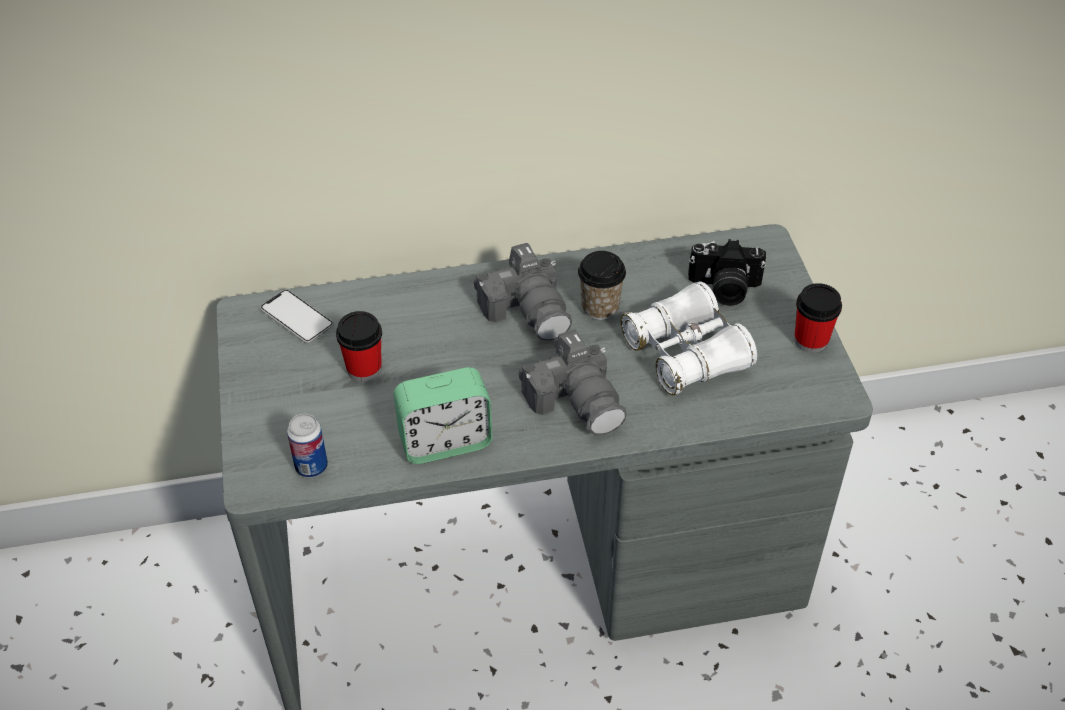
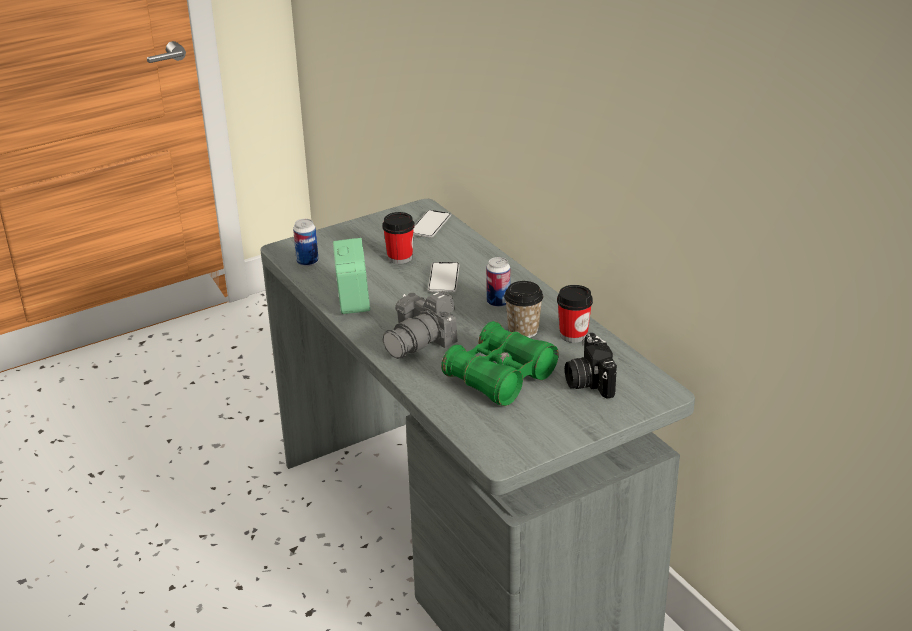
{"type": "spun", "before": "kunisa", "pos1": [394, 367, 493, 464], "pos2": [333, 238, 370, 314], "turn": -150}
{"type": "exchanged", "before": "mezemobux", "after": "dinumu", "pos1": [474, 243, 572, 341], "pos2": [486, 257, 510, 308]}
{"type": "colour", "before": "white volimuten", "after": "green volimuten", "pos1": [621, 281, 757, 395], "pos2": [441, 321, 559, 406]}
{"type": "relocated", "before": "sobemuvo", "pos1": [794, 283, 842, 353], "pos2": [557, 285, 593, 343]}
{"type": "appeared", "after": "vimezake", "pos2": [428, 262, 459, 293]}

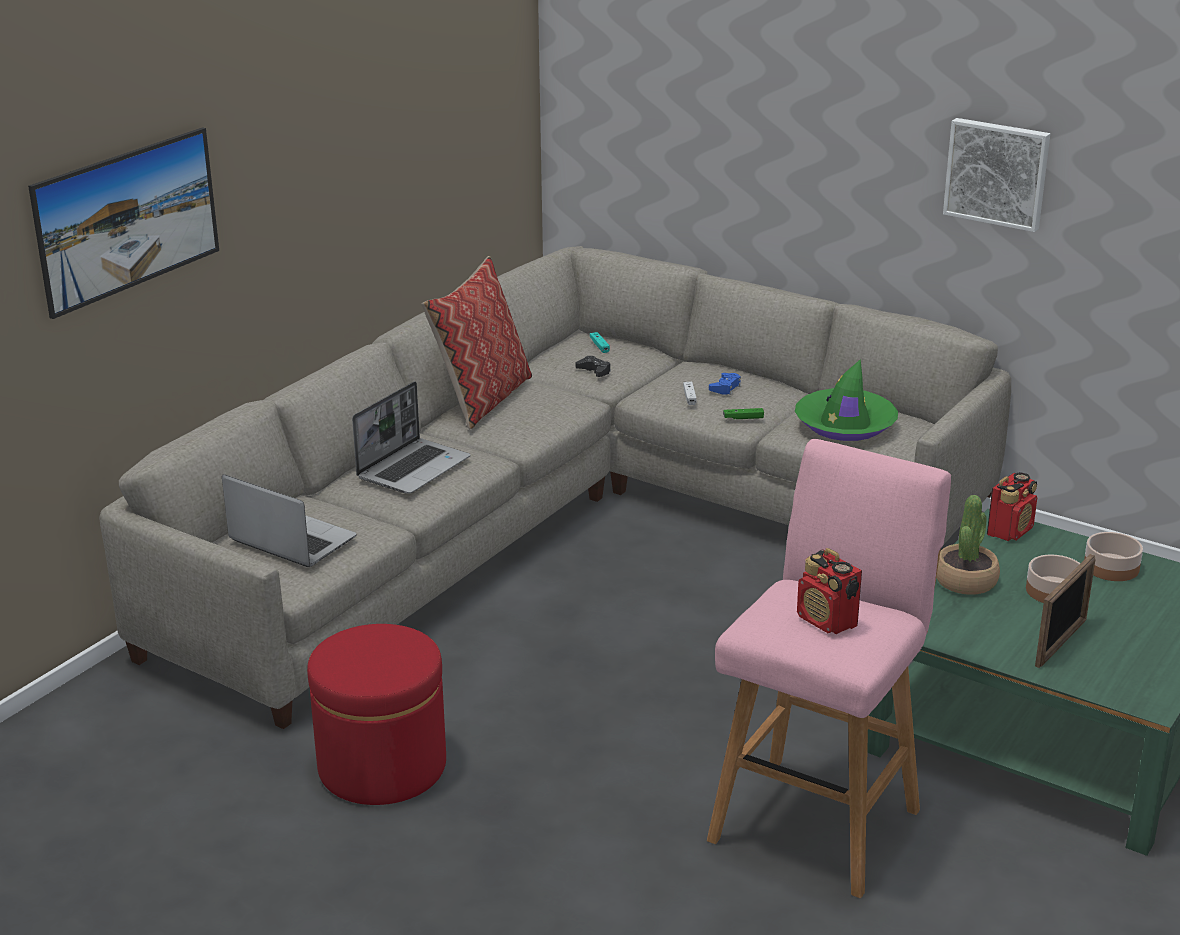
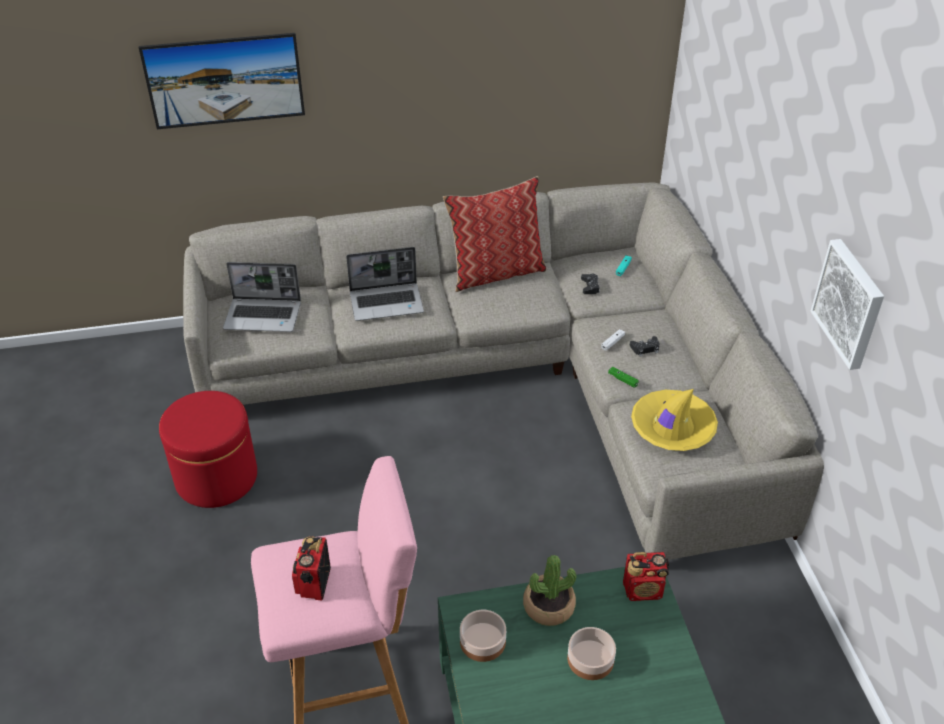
{"type": "spun", "before": "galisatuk", "pos1": [222, 474, 357, 567], "pos2": [223, 262, 301, 332], "turn": 105}
{"type": "colour", "before": "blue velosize", "after": "black velosize", "pos1": [709, 373, 741, 395], "pos2": [630, 336, 660, 356]}
{"type": "colour", "before": "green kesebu", "after": "yellow kesebu", "pos1": [795, 359, 898, 441], "pos2": [631, 389, 718, 451]}
{"type": "missing", "before": "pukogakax", "pos1": [1035, 554, 1095, 668]}
{"type": "relocated", "before": "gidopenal", "pos1": [1084, 532, 1143, 581], "pos2": [460, 610, 506, 662]}

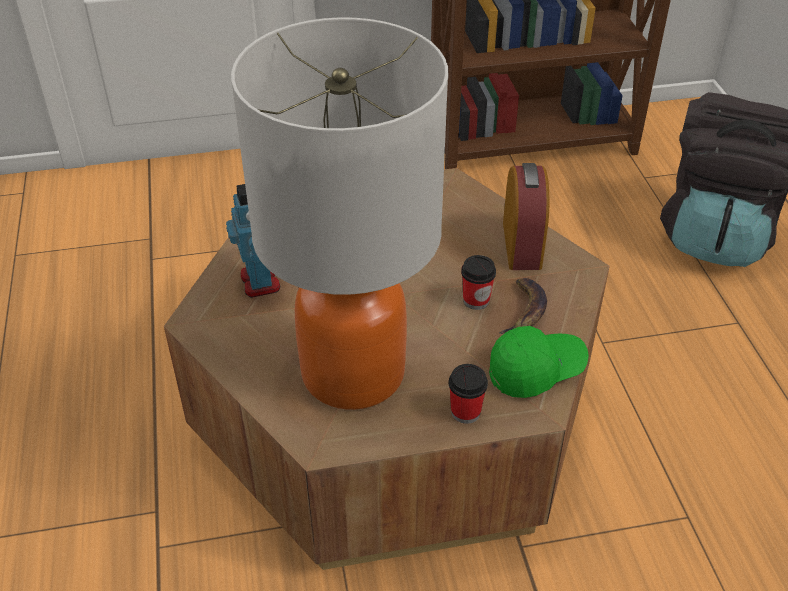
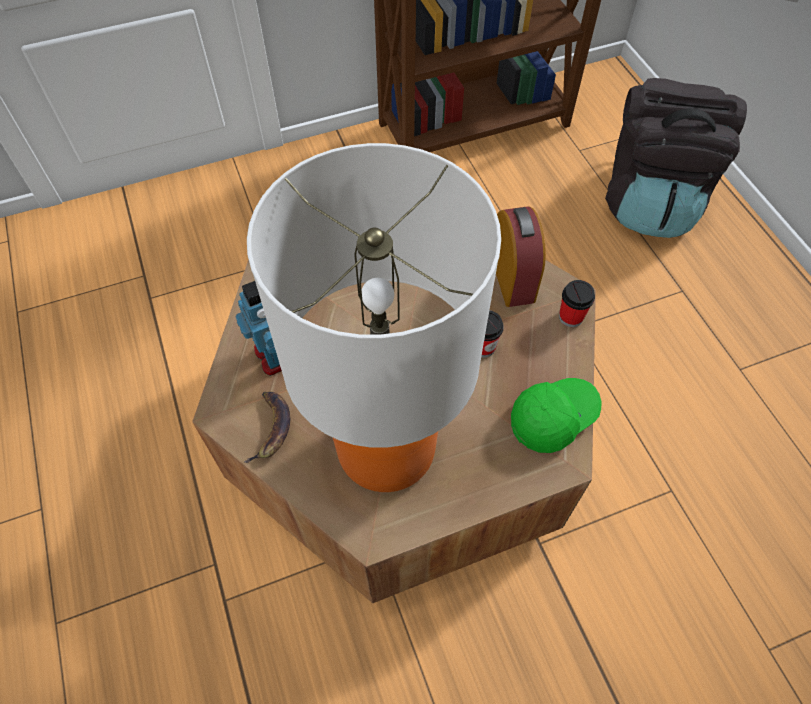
{"type": "relocated", "before": "sobemuvo", "pos1": [449, 364, 488, 424], "pos2": [559, 280, 595, 327]}
{"type": "relocated", "before": "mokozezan", "pos1": [499, 278, 547, 334], "pos2": [244, 392, 290, 463]}

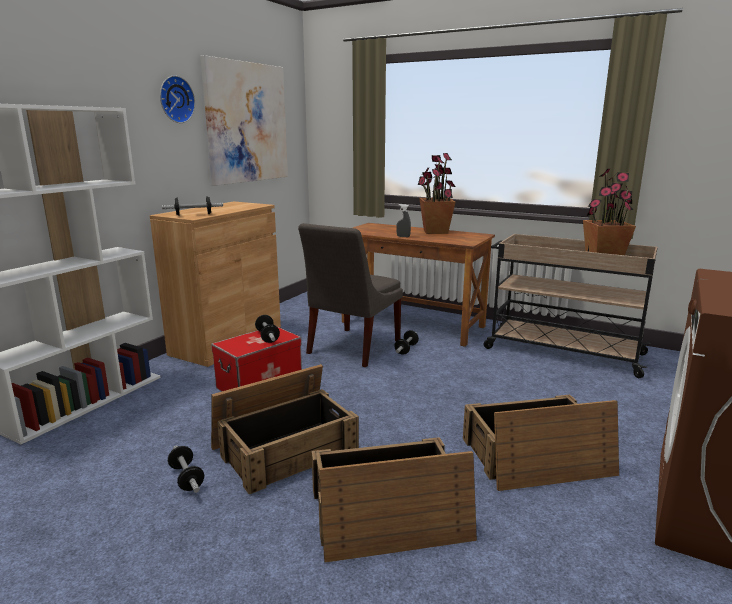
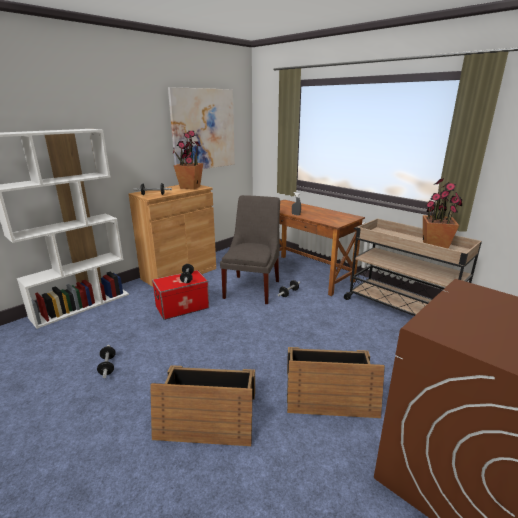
{"type": "missing", "before": "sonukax", "pos1": [160, 75, 195, 123]}
{"type": "missing", "before": "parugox", "pos1": [211, 364, 359, 494]}
{"type": "spun", "before": "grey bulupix", "pos1": [298, 223, 403, 367], "pos2": [220, 195, 280, 304], "turn": 150}
{"type": "relocated", "before": "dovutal", "pos1": [418, 153, 456, 234], "pos2": [172, 131, 203, 189]}

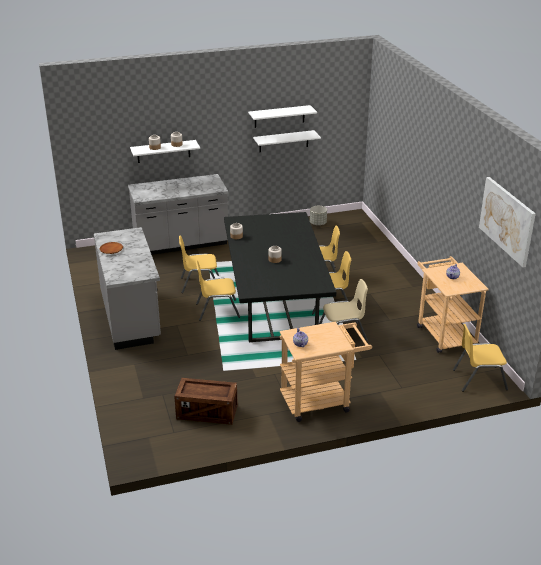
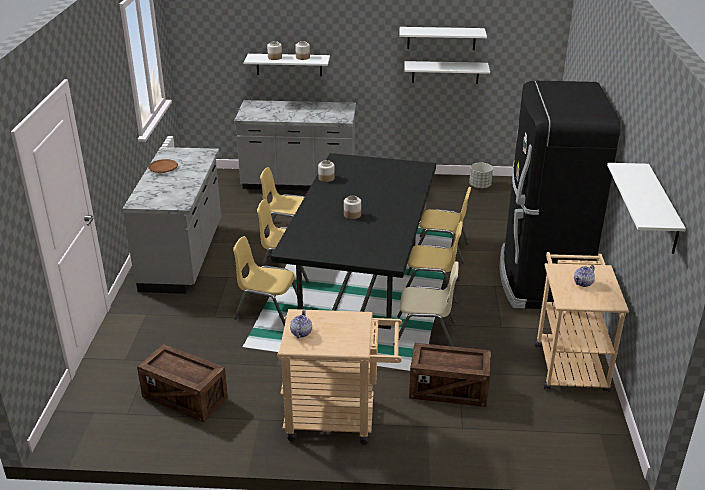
{"type": "relocated", "before": "yellow bulupix", "pos1": [453, 324, 508, 392], "pos2": [233, 236, 297, 326]}
{"type": "exchanged", "before": "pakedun", "after": "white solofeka", "pos1": [479, 177, 536, 267], "pos2": [607, 163, 686, 254]}
{"type": "appeared", "after": "parugox", "pos2": [409, 343, 491, 407]}
{"type": "appeared", "after": "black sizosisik", "pos2": [500, 81, 620, 309]}

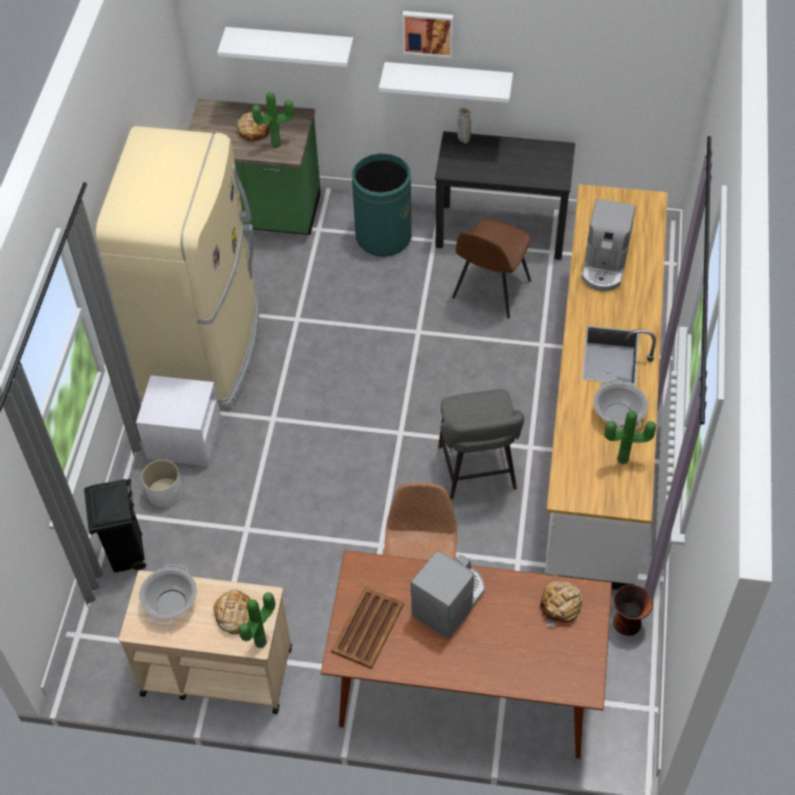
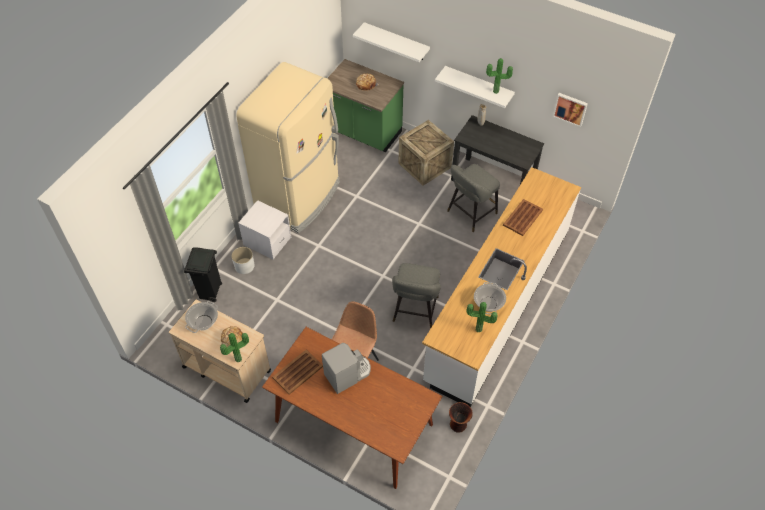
{"type": "relocated", "before": "dovutal", "pos1": [252, 92, 294, 148], "pos2": [486, 58, 513, 94]}
{"type": "exchanged", "before": "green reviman", "after": "parugox", "pos1": [352, 153, 412, 257], "pos2": [398, 120, 454, 186]}
{"type": "relocated", "before": "pakedun", "pos1": [402, 11, 453, 58], "pos2": [553, 93, 588, 127]}
{"type": "exchanged", "before": "brown bulupix", "after": "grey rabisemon", "pos1": [452, 219, 531, 319], "pos2": [447, 164, 500, 232]}
{"type": "missing", "before": "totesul", "pos1": [540, 581, 582, 627]}
{"type": "exchanged", "before": "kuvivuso", "after": "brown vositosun", "pos1": [581, 199, 636, 291], "pos2": [503, 199, 543, 236]}

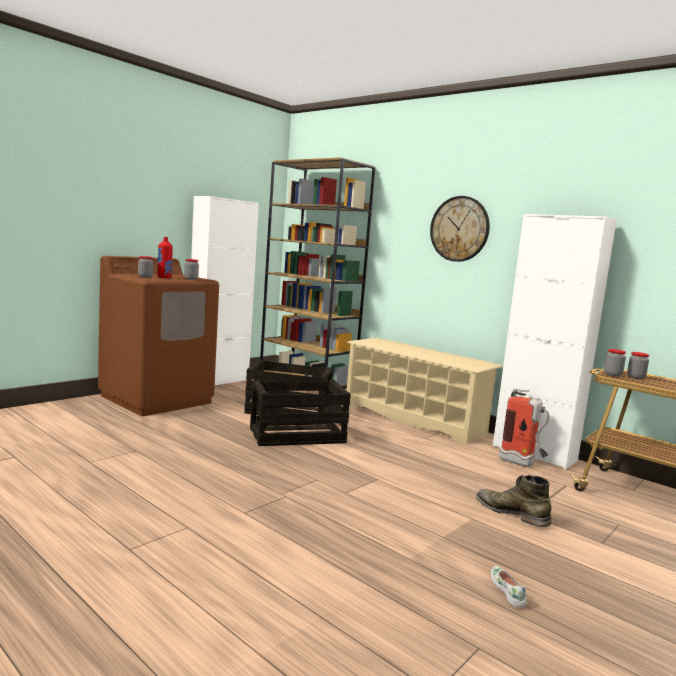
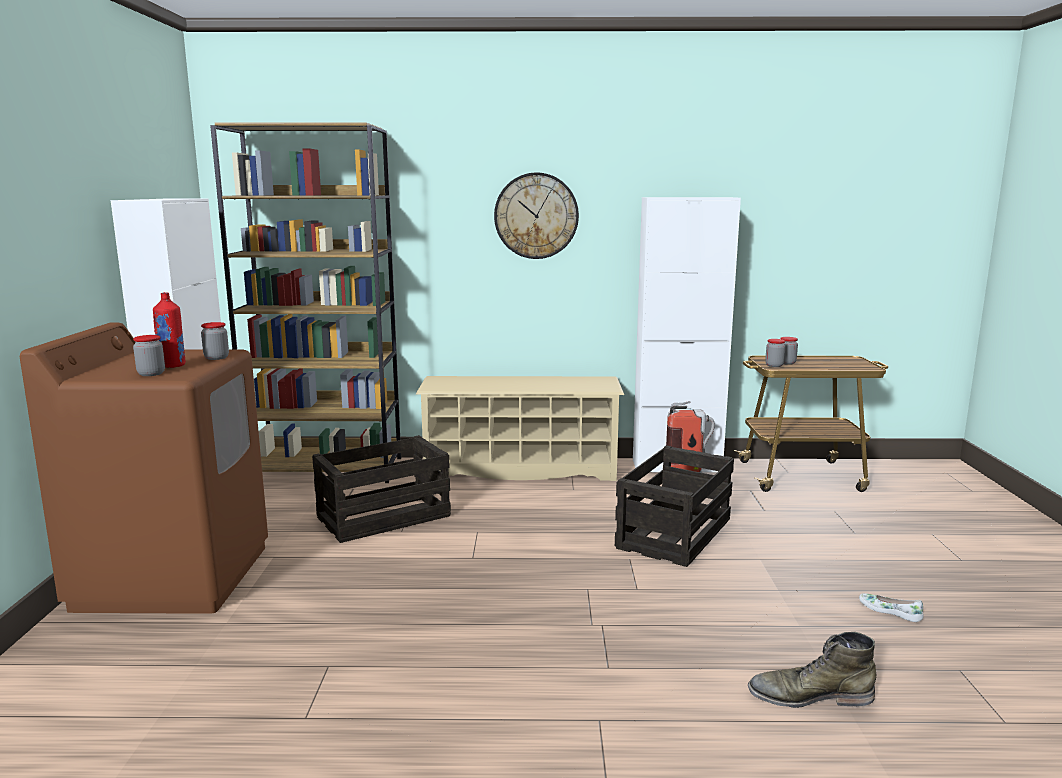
{"type": "relocated", "before": "parugox", "pos1": [250, 380, 351, 446], "pos2": [615, 445, 734, 567]}
{"type": "relocated", "before": "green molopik", "pos1": [476, 475, 552, 527], "pos2": [748, 632, 876, 708]}

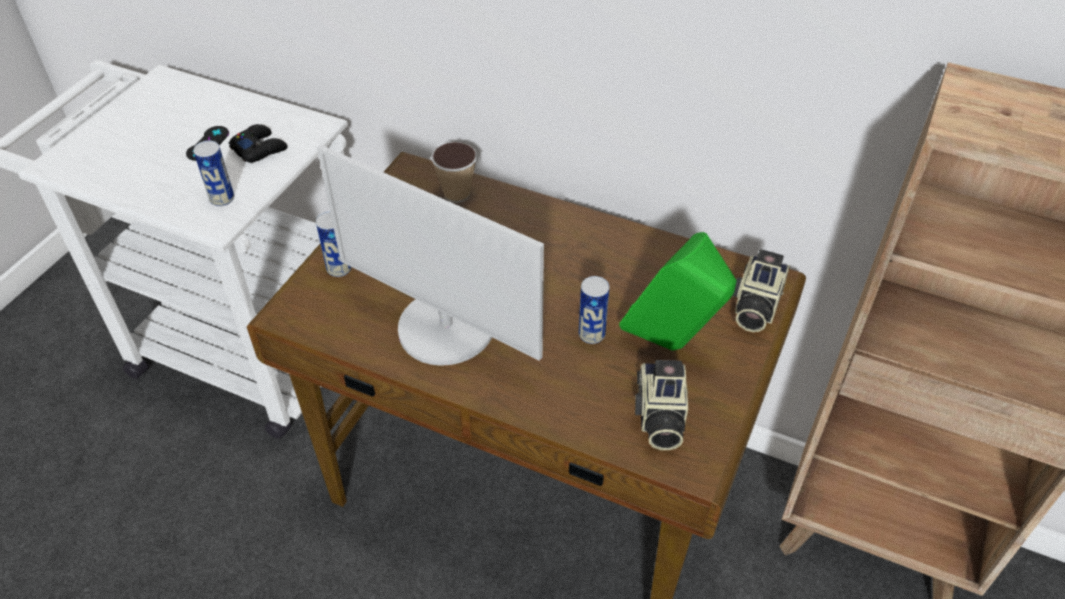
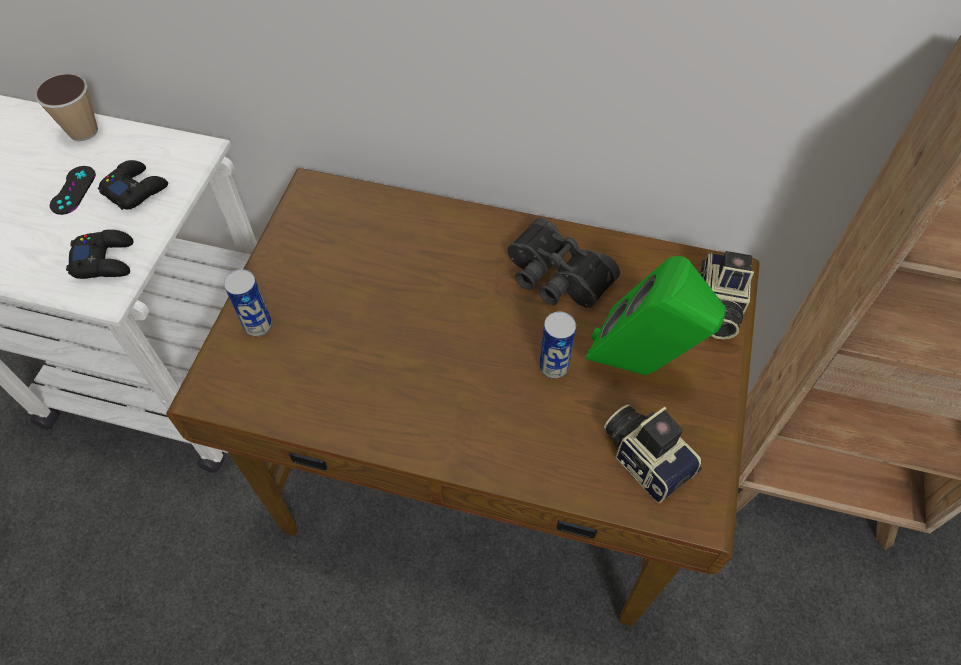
{"type": "exchanged", "before": "dinumu", "after": "black velosize", "pos1": [193, 141, 234, 206], "pos2": [66, 230, 134, 279]}
{"type": "missing", "before": "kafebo", "pos1": [317, 145, 544, 366]}
{"type": "relocated", "before": "sobemuvo", "pos1": [431, 142, 477, 203], "pos2": [35, 74, 98, 141]}
{"type": "spun", "before": "mezemobux", "pos1": [635, 360, 688, 450], "pos2": [604, 404, 702, 504], "turn": 150}
{"type": "appeared", "after": "black volimuten", "pos2": [507, 218, 620, 308]}

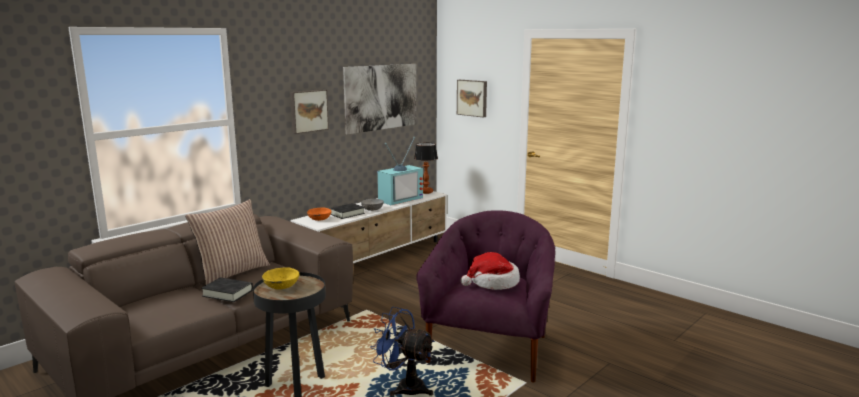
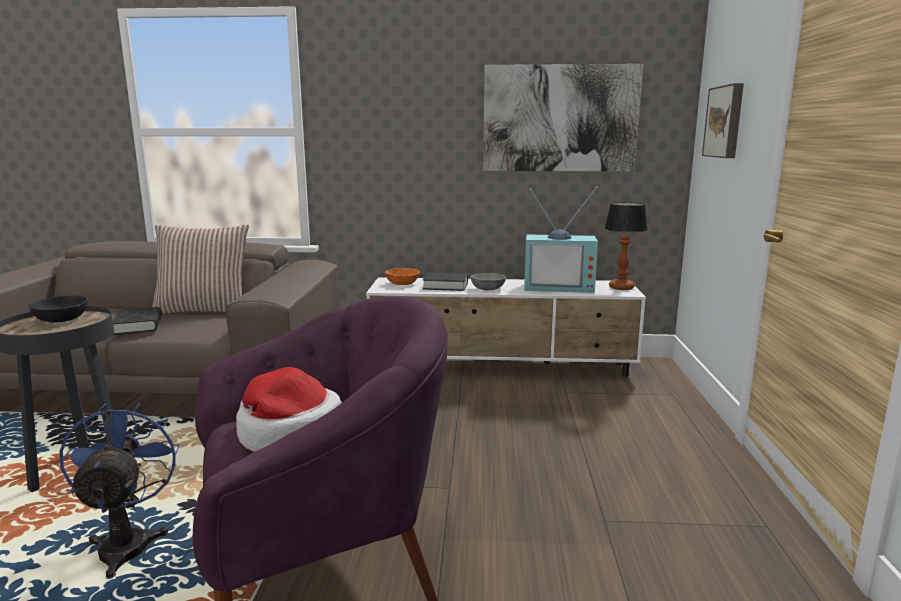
{"type": "colour", "before": "yellow gidopenal", "after": "black gidopenal", "pos1": [262, 267, 299, 290], "pos2": [28, 295, 88, 322]}
{"type": "missing", "before": "pakedun", "pos1": [291, 90, 329, 134]}

